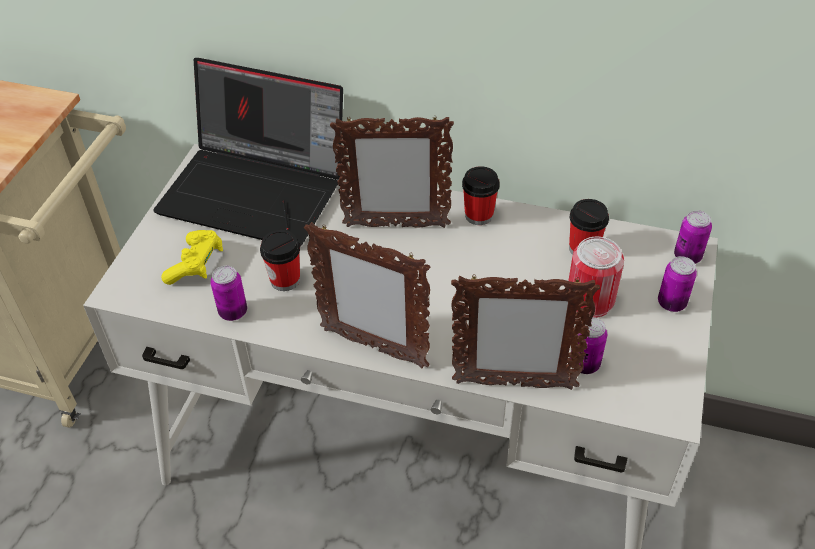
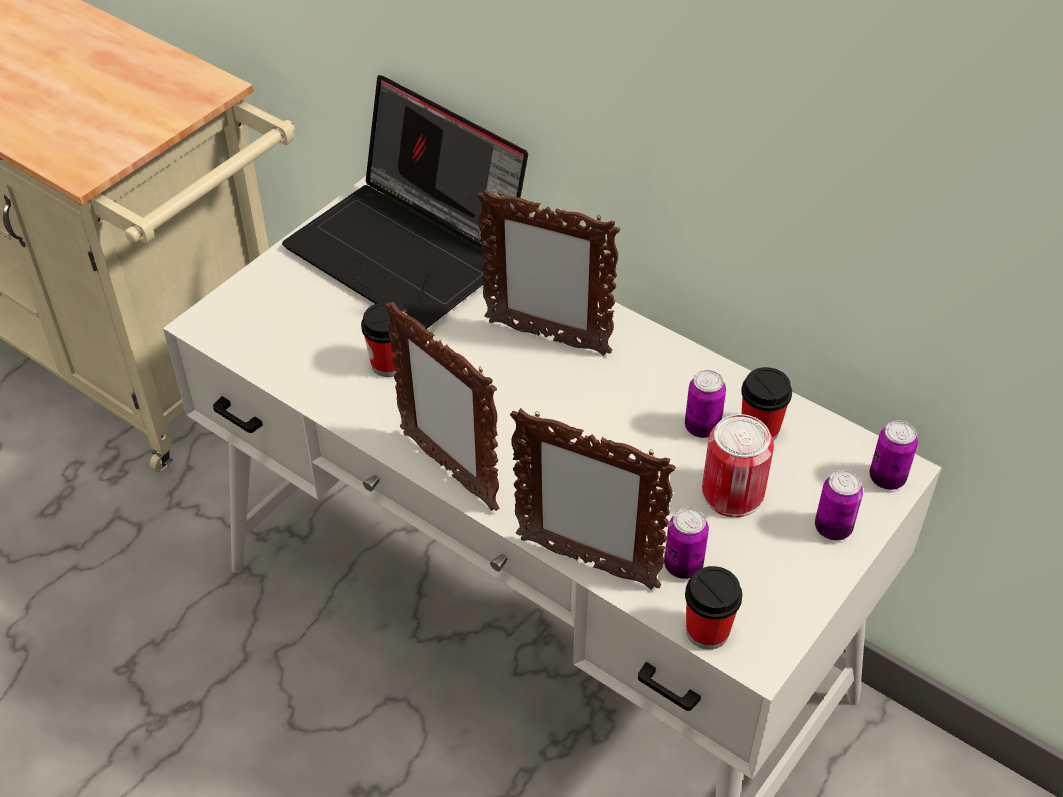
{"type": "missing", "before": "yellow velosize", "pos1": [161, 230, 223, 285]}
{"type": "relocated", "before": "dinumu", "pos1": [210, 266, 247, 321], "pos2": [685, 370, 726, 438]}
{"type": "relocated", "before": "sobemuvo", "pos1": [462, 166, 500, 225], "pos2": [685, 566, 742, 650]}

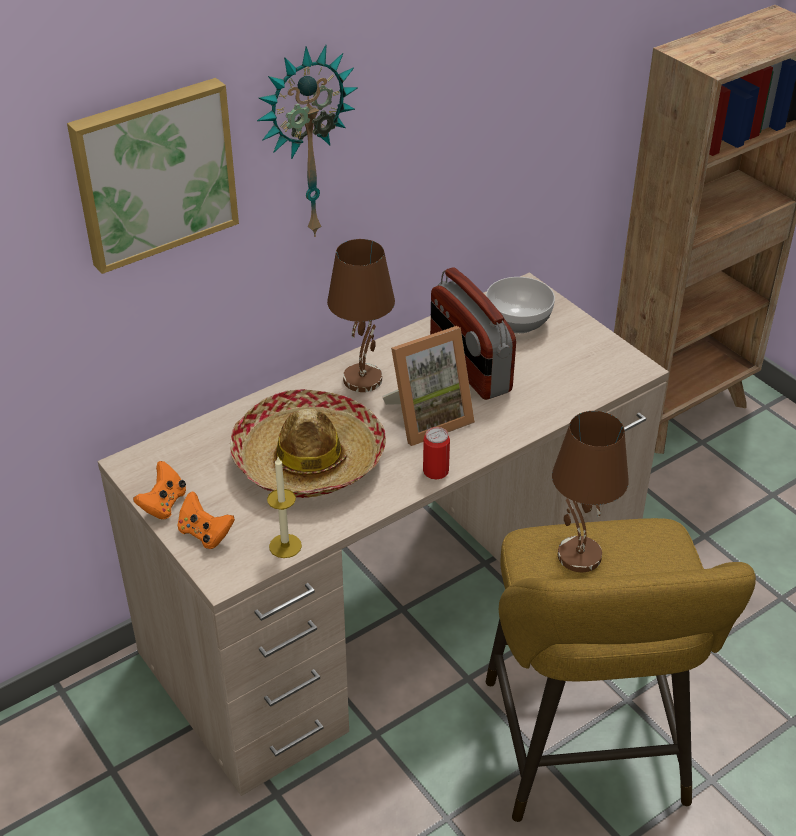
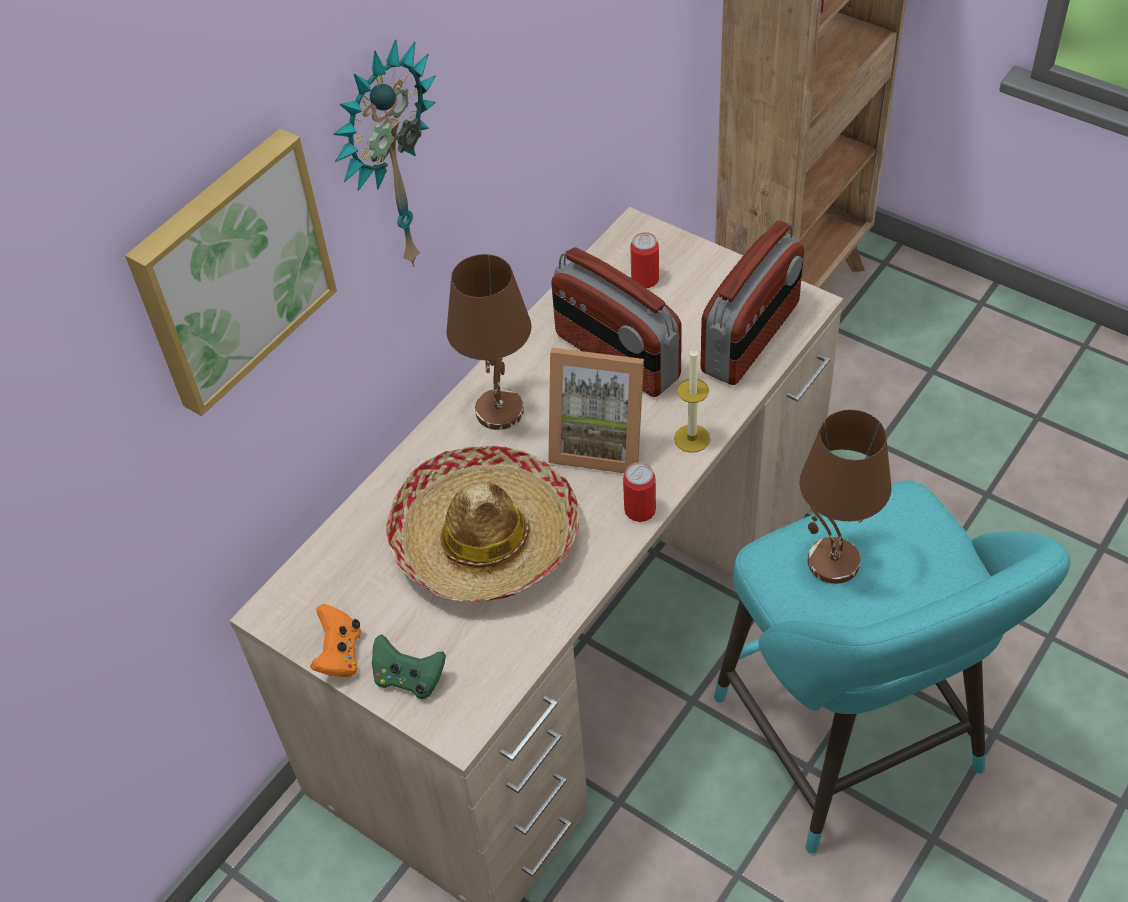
{"type": "colour", "before": "orange velosize", "after": "green velosize", "pos1": [178, 492, 235, 549], "pos2": [372, 634, 446, 699]}
{"type": "relocated", "before": "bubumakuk", "pos1": [267, 457, 302, 558], "pos2": [674, 347, 710, 453]}
{"type": "spun", "before": "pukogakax", "pos1": [382, 326, 475, 446], "pos2": [548, 348, 644, 473], "turn": 60}
{"type": "exchanged", "before": "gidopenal", "after": "dinumu", "pos1": [486, 277, 555, 333], "pos2": [630, 232, 659, 288]}
{"type": "colour", "before": "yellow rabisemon", "after": "turquoise rabisemon", "pos1": [486, 518, 756, 822], "pos2": [714, 480, 1070, 853]}
{"type": "appeared", "after": "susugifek", "pos2": [700, 220, 804, 385]}

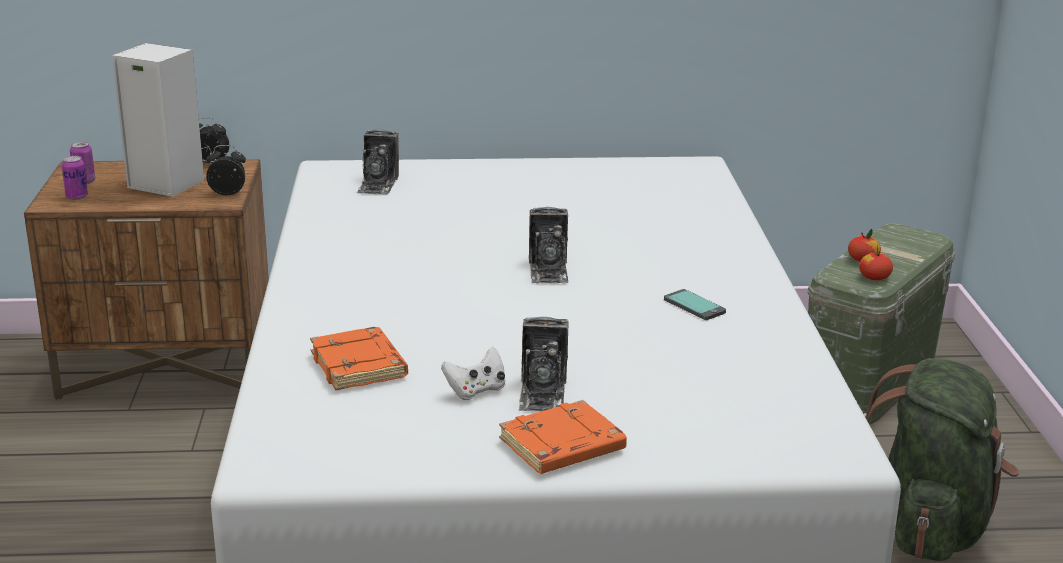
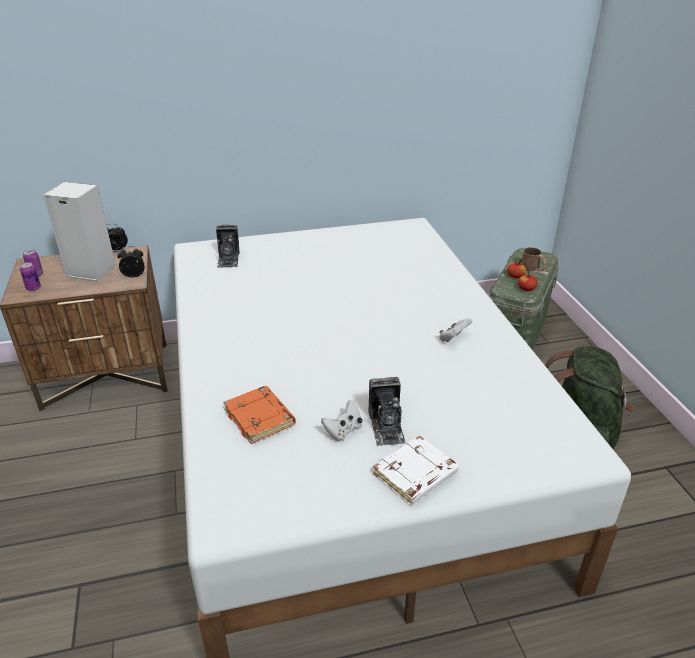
{"type": "colour", "before": "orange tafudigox", "after": "white tafudigox", "pos1": [499, 400, 627, 474], "pos2": [373, 436, 459, 505]}
{"type": "missing", "before": "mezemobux", "pos1": [529, 207, 568, 284]}
{"type": "exchanged", "before": "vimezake", "after": "white velosize", "pos1": [664, 289, 726, 320], "pos2": [439, 318, 472, 342]}
{"type": "appeared", "after": "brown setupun", "pos2": [521, 247, 546, 271]}

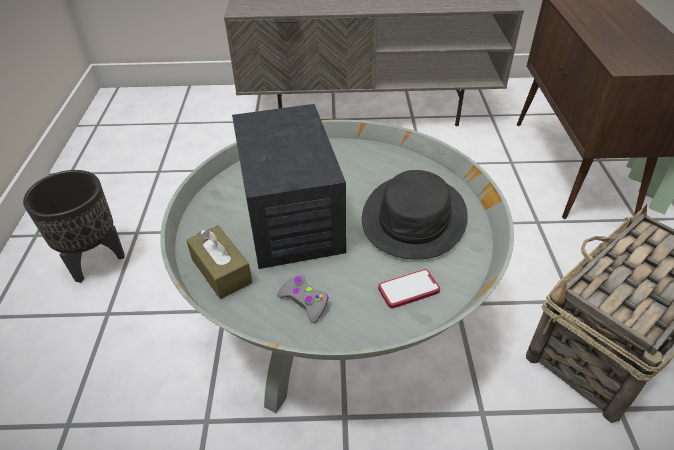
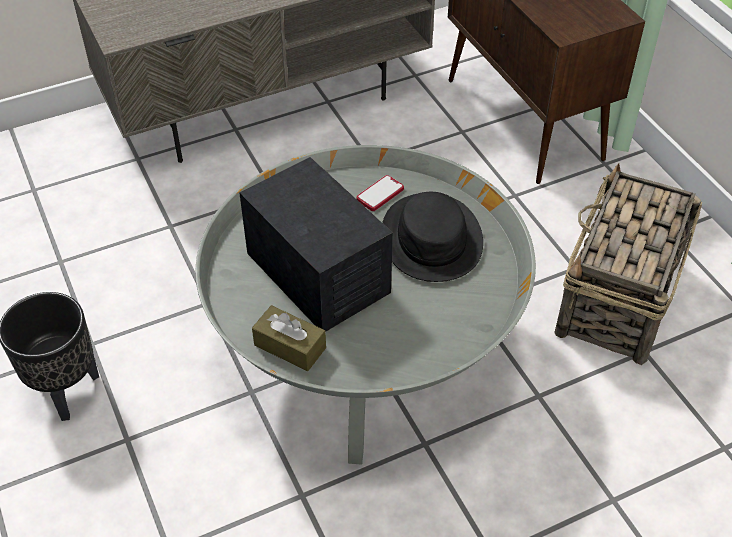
{"type": "missing", "before": "grey velosize", "pos1": [277, 275, 329, 323]}
{"type": "relocated", "before": "vimezake", "pos1": [378, 269, 440, 309], "pos2": [356, 175, 404, 211]}

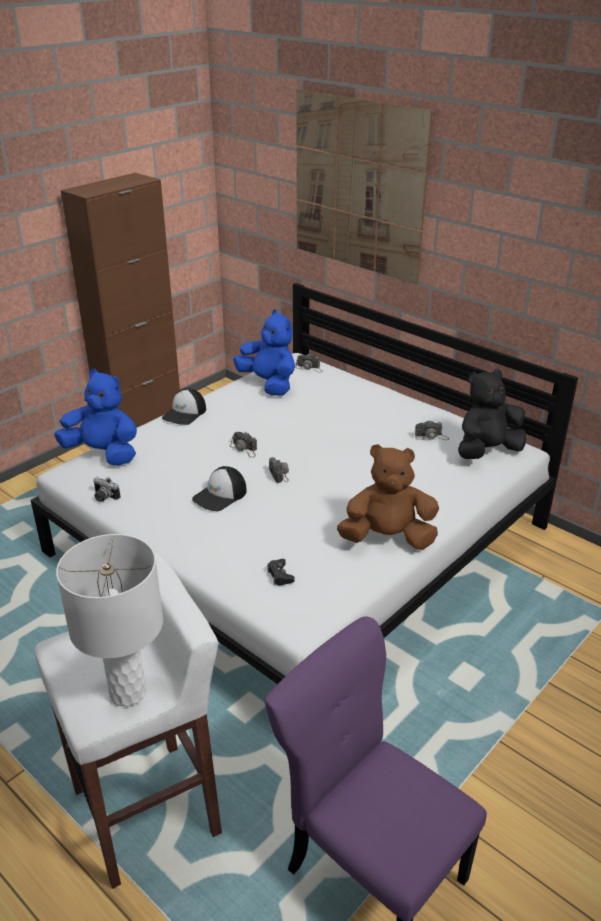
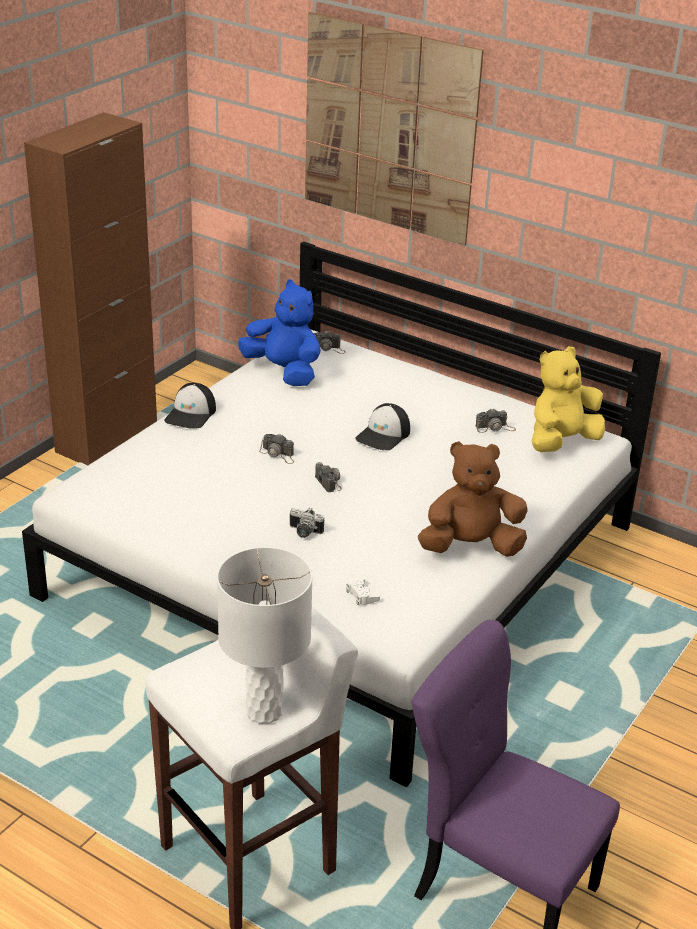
{"type": "missing", "before": "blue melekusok", "pos1": [54, 369, 137, 466]}
{"type": "relocated", "before": "mezemobux", "pos1": [93, 477, 120, 502], "pos2": [290, 507, 324, 538]}
{"type": "relocated", "before": "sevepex", "pos1": [192, 466, 247, 511], "pos2": [356, 403, 410, 450]}
{"type": "colour", "before": "black velosize", "after": "white velosize", "pos1": [267, 559, 294, 585], "pos2": [346, 576, 380, 605]}
{"type": "colour", "before": "black melekusok", "after": "yellow melekusok", "pos1": [458, 369, 526, 459], "pos2": [532, 346, 605, 452]}

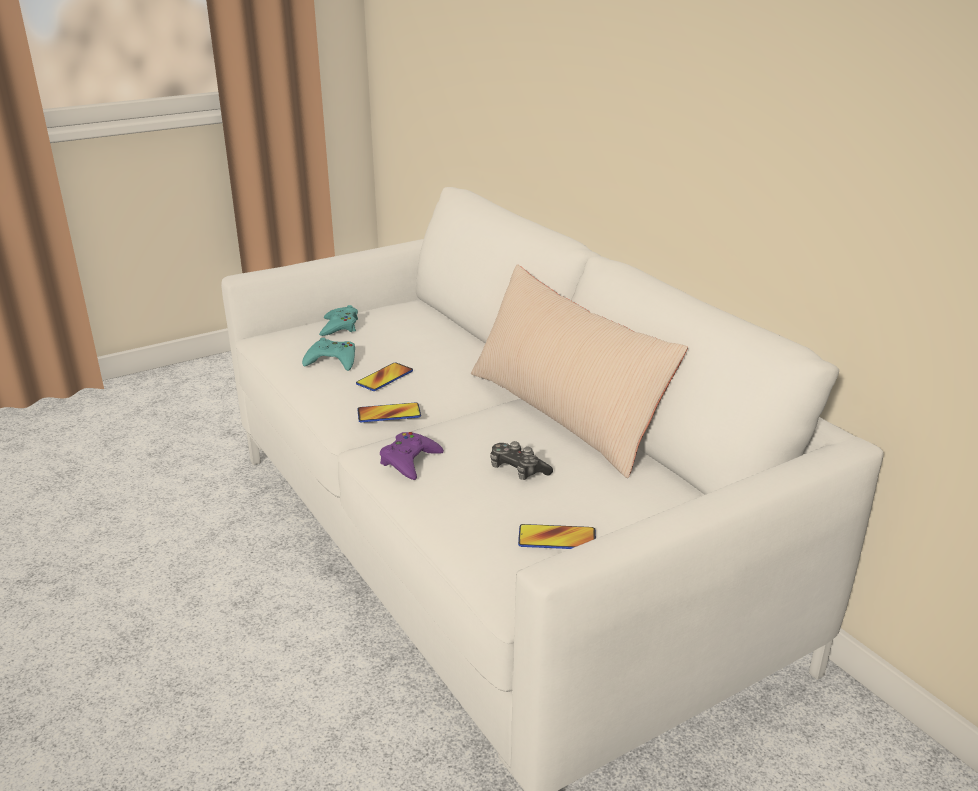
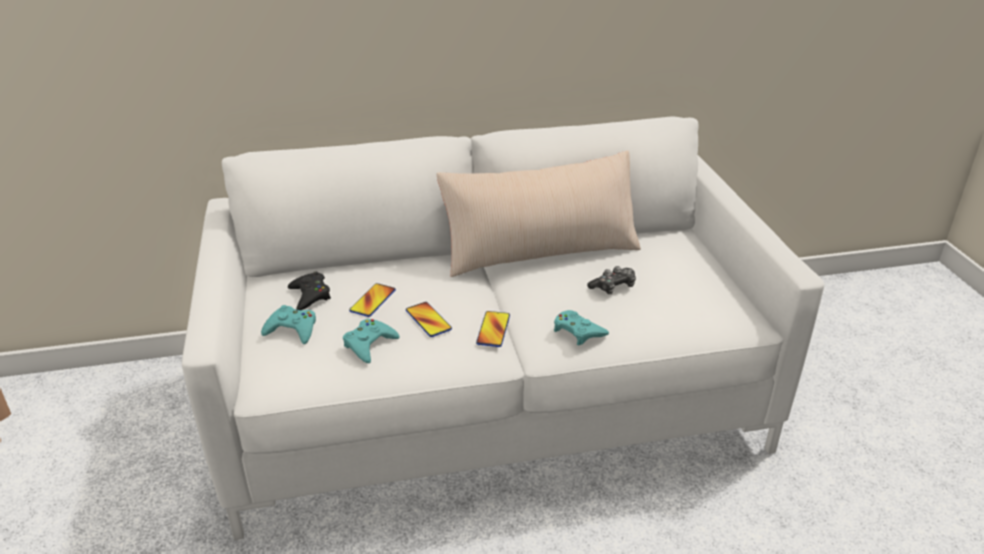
{"type": "colour", "before": "purple velosize", "after": "turquoise velosize", "pos1": [380, 432, 444, 480], "pos2": [554, 310, 609, 345]}
{"type": "relocated", "before": "vimezake", "pos1": [518, 524, 596, 549], "pos2": [349, 283, 396, 317]}
{"type": "appeared", "after": "black velosize", "pos2": [288, 272, 331, 310]}

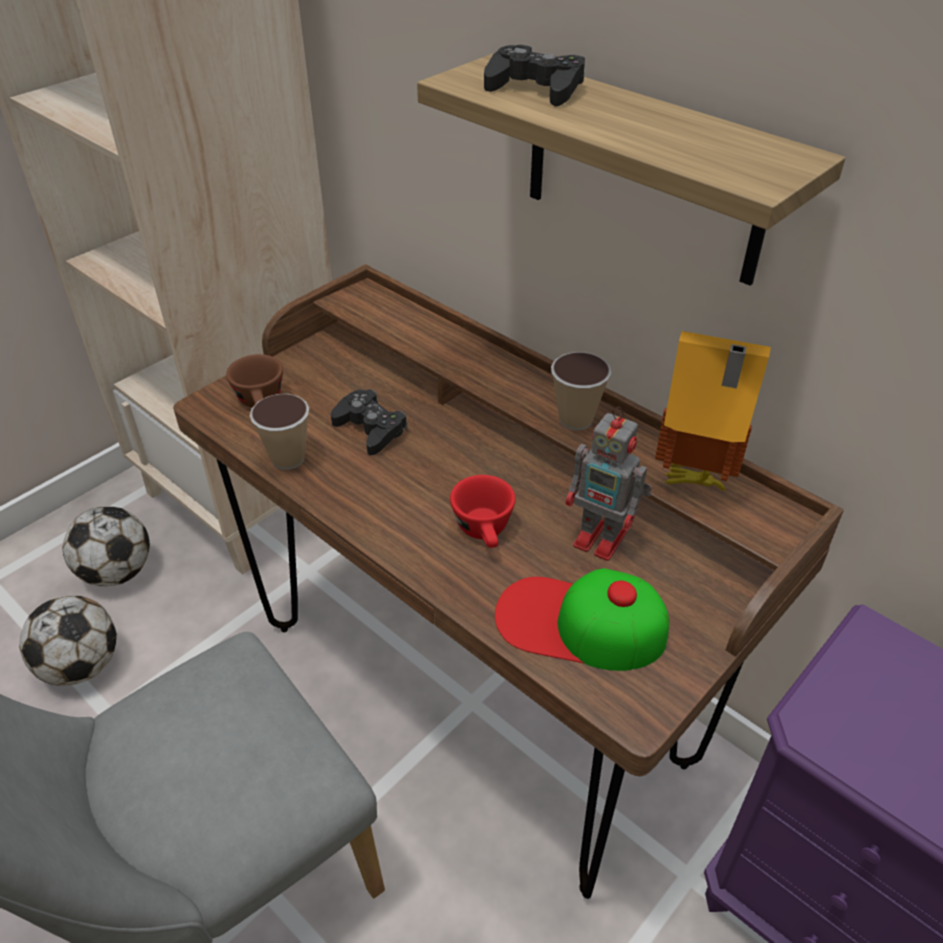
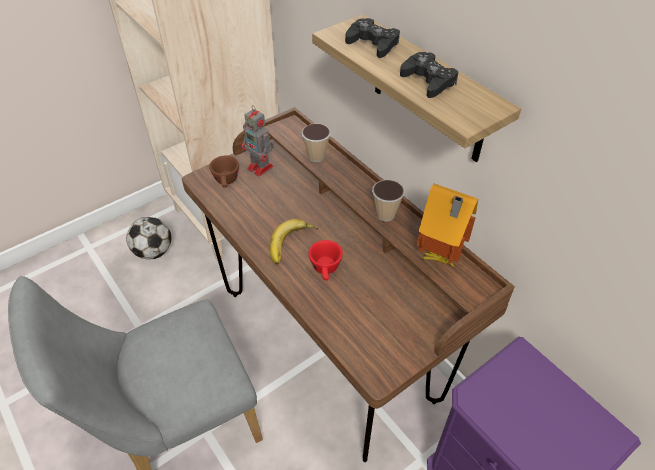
{"type": "missing", "before": "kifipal", "pos1": [19, 596, 117, 686]}
{"type": "relocated", "before": "sobemuvo", "pos1": [250, 394, 309, 470], "pos2": [302, 124, 331, 162]}
{"type": "relocated", "before": "black velosize", "pos1": [331, 389, 408, 455], "pos2": [400, 52, 458, 98]}
{"type": "missing", "before": "sevepex", "pos1": [495, 568, 669, 671]}
{"type": "relocated", "before": "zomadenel", "pos1": [566, 407, 652, 561], "pos2": [241, 105, 274, 176]}
{"type": "appeared", "after": "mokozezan", "pos2": [270, 219, 318, 265]}

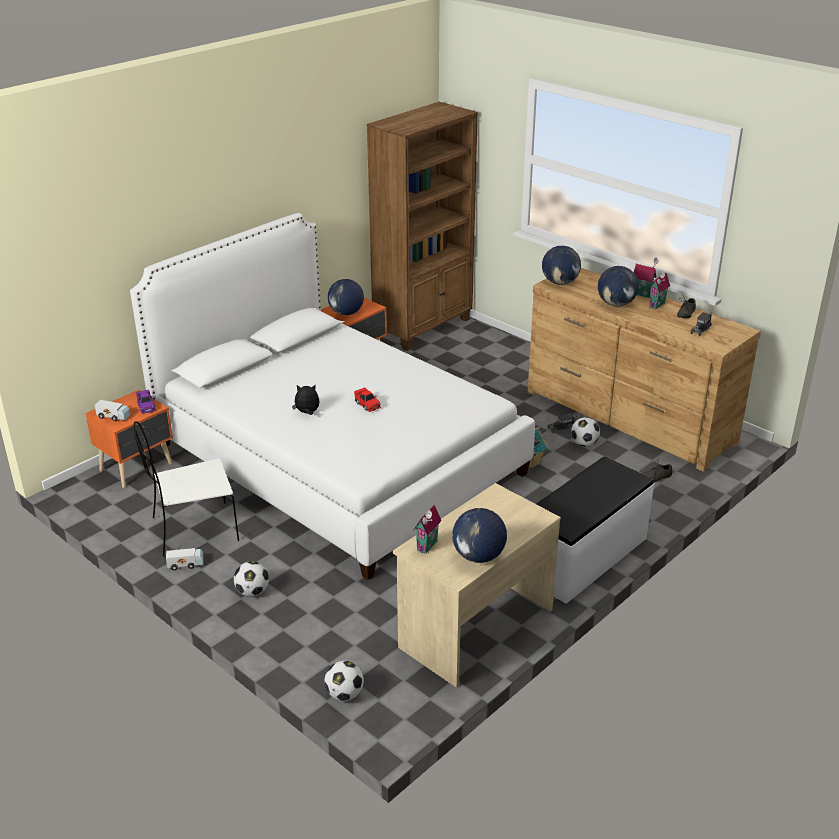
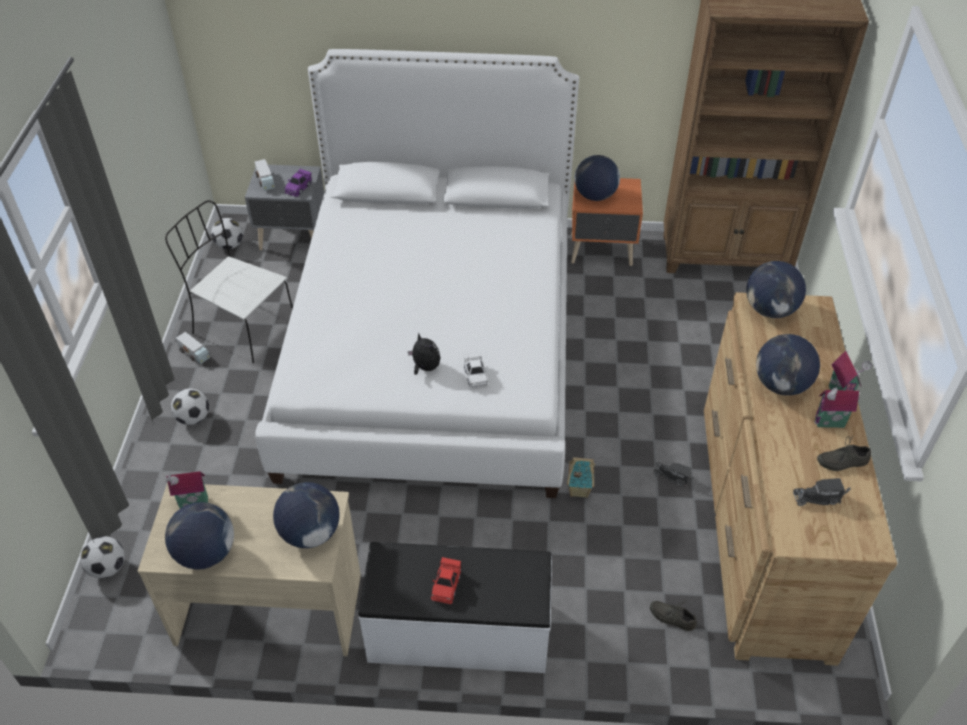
{"type": "colour", "before": "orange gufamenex", "after": "grey gufamenex", "pos1": [86, 390, 173, 488], "pos2": [245, 165, 324, 250]}
{"type": "relocated", "before": "melekusok", "pos1": [292, 385, 320, 415], "pos2": [408, 333, 440, 375]}
{"type": "relocated", "before": "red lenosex", "pos1": [354, 388, 381, 412], "pos2": [431, 557, 461, 604]}
{"type": "relocated", "before": "kifipal", "pos1": [571, 417, 600, 446], "pos2": [211, 218, 243, 249]}
{"type": "appeared", "after": "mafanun", "pos2": [273, 482, 340, 548]}
{"type": "appeared", "after": "white lenosex", "pos2": [464, 352, 489, 389]}

